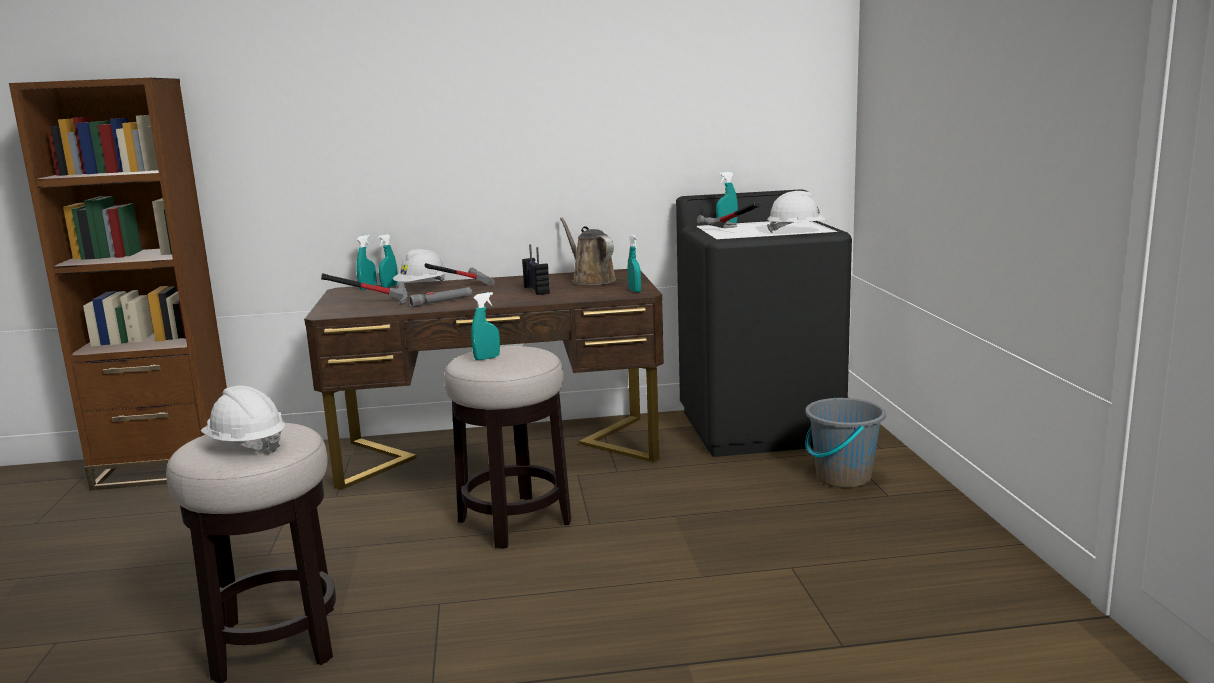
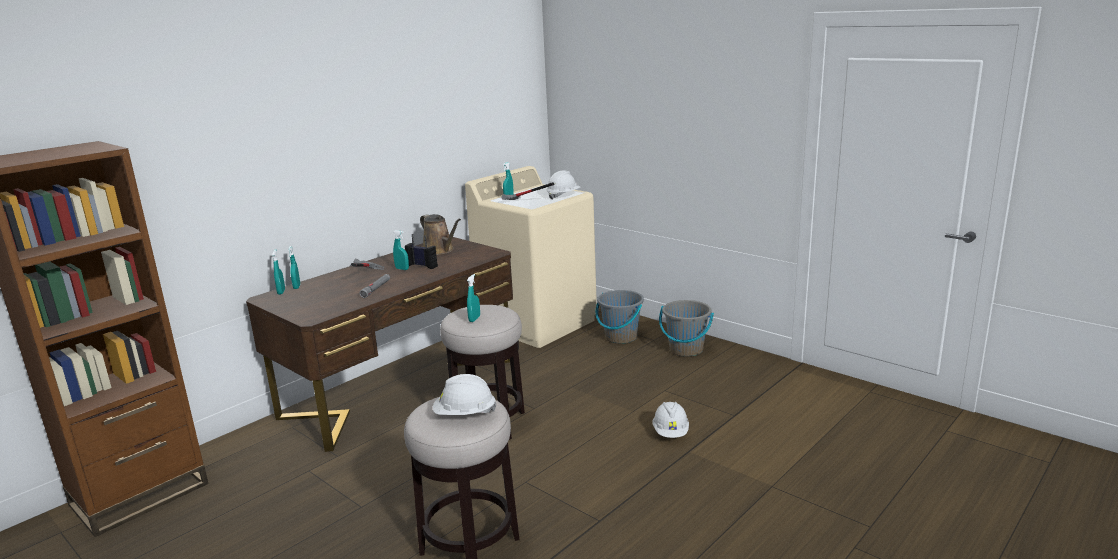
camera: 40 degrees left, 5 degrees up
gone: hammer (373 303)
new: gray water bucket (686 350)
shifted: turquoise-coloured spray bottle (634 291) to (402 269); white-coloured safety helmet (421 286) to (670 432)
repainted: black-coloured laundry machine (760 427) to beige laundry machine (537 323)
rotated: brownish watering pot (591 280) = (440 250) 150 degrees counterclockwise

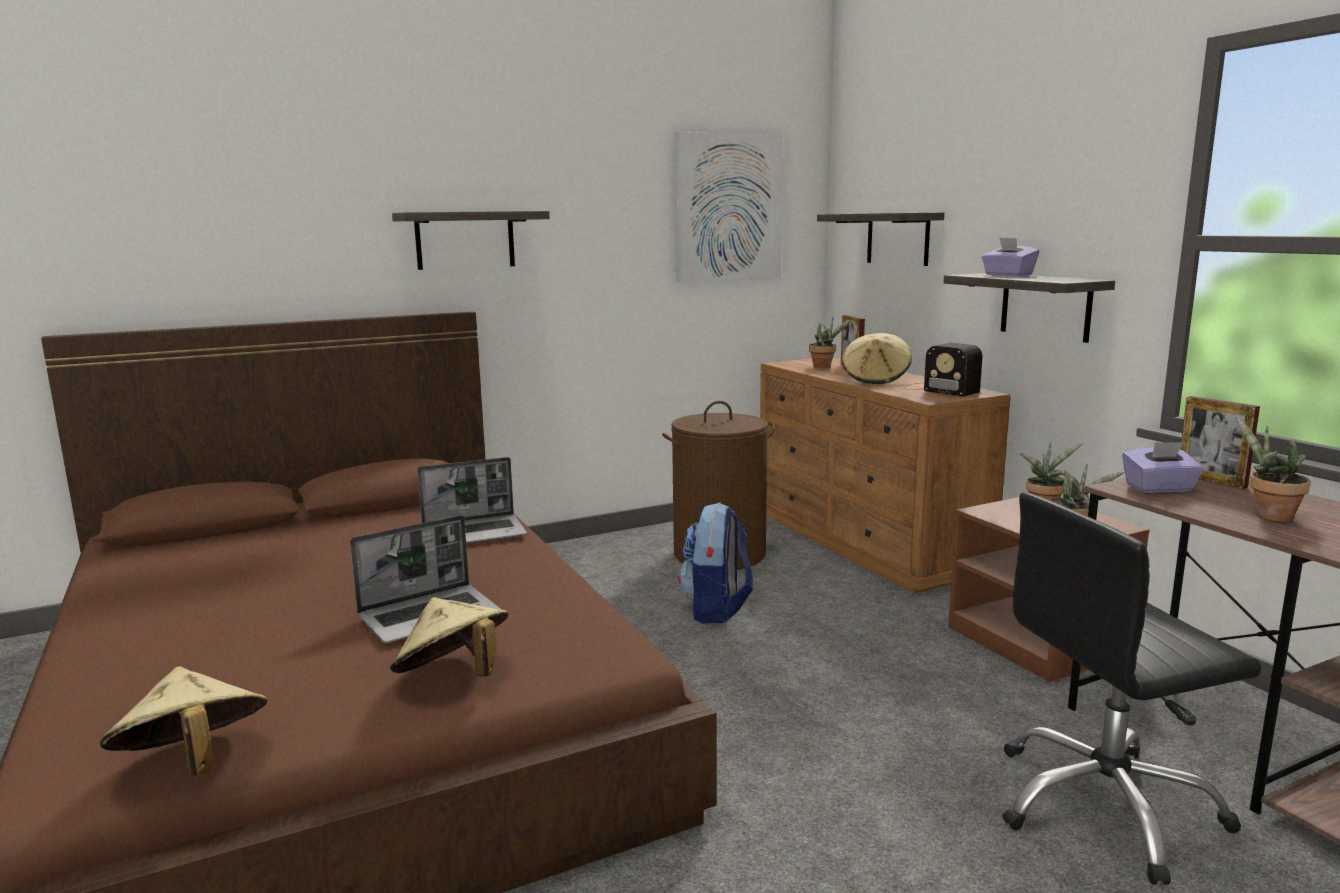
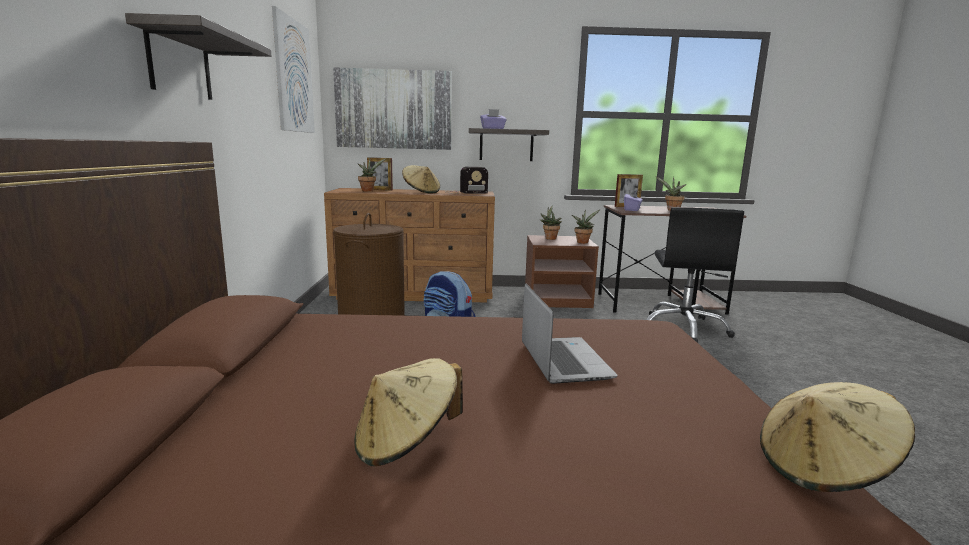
camera: 65 degrees left, 0 degrees up
gone: notebook computer (475 533)
shifted: beige clothing hat (454 677) to (406 442)
swapped: bracket shelf (898 238) to wall art (394 109)

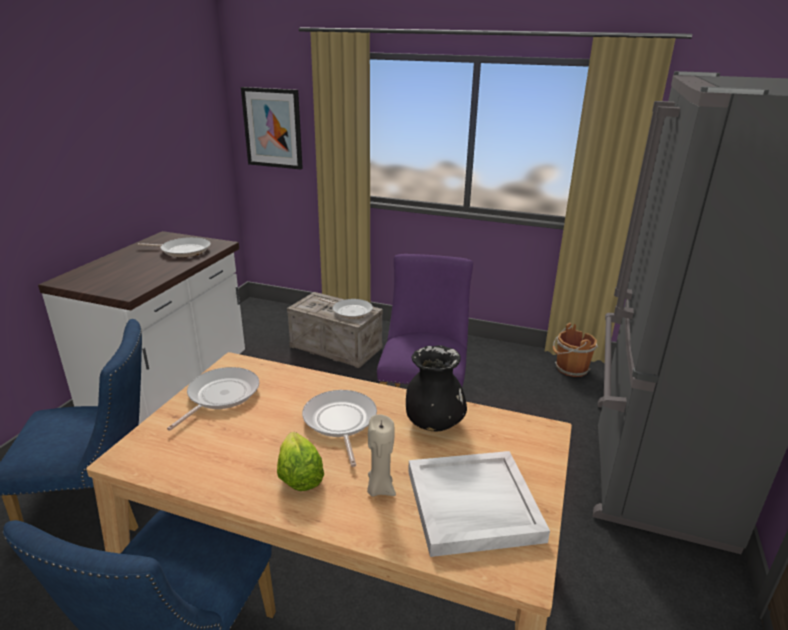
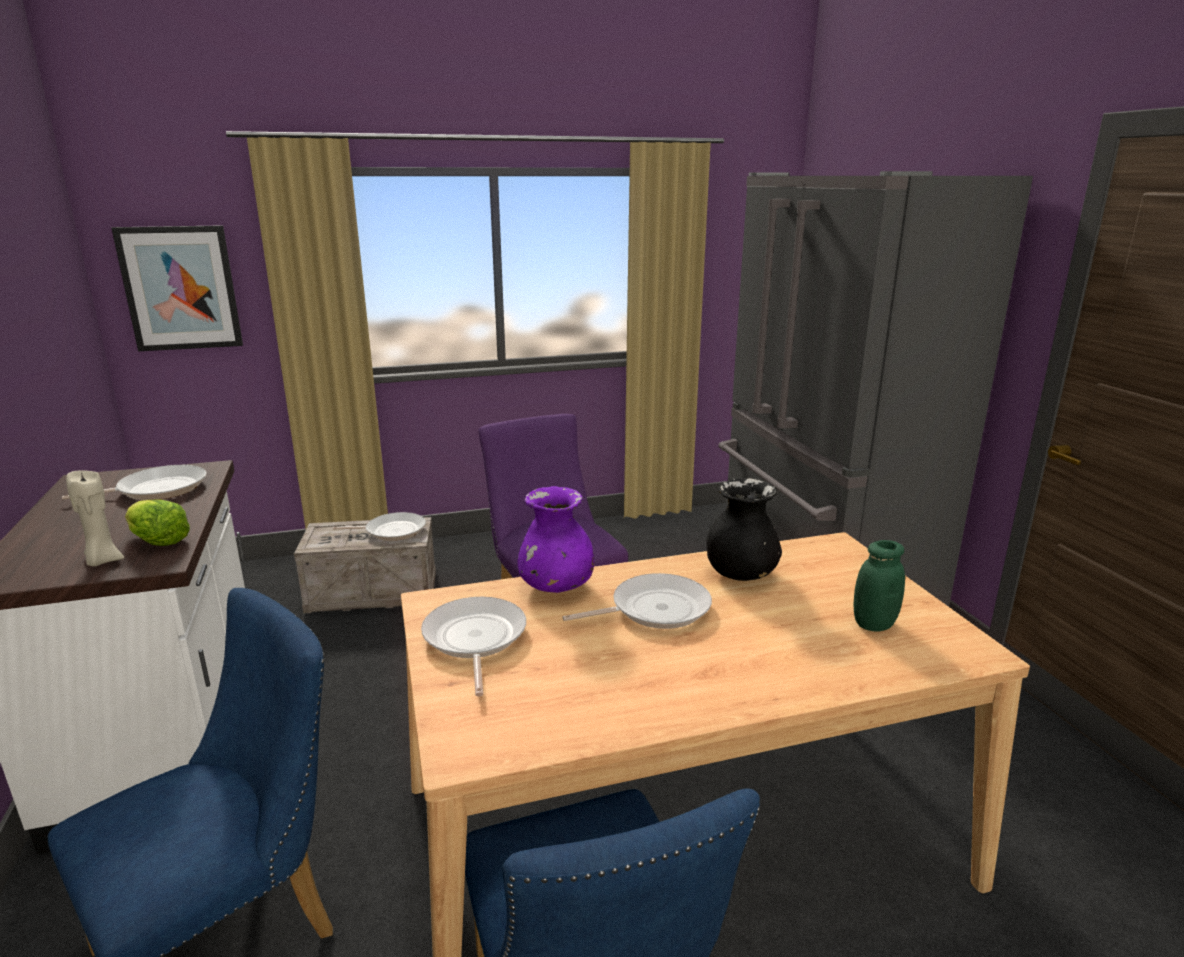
camera: 35 degrees left, 5 degrees down
gone: brownish water bucket (570 369)
new: purple decorative vase (556 587)
shifted: beige wax light (379 488) to (103 560); head of lettuce (299 475) to (157 540)
swapped: white-coloured carrying tray (472 505) to green-coloured jar (873 624)
rotated: skillet (340 422) = (654 609) 120 degrees clockwise

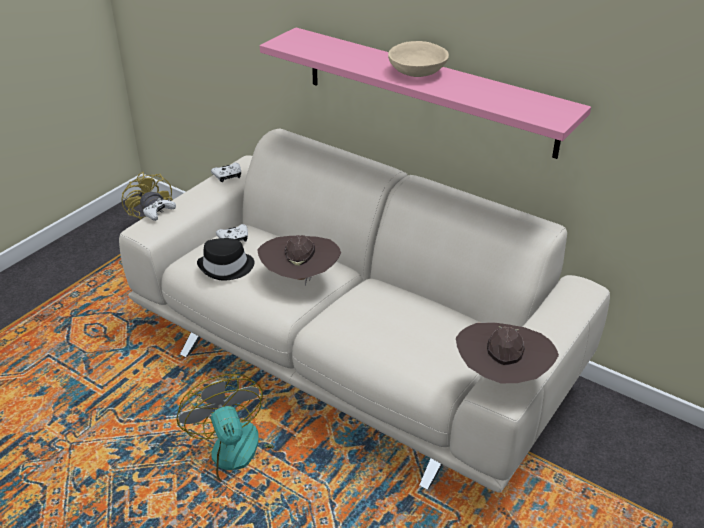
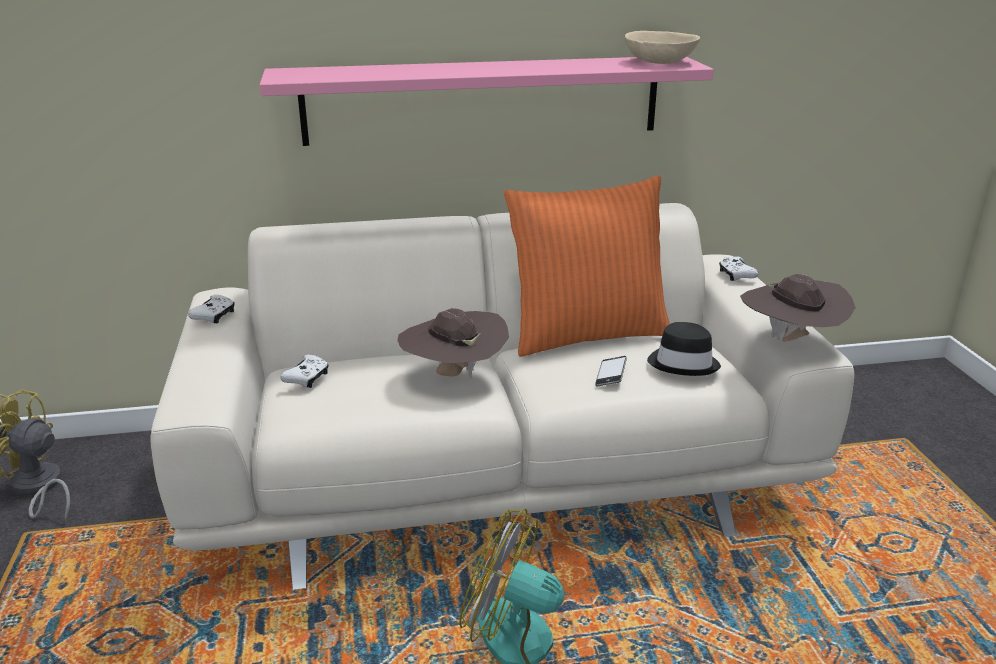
camera: 45 degrees left, 10 degrees down
new: orangey cushion (587 334); phone (610 375)
shifted: beige serving bowl (418 72) to (660 61); black-coloured clothing hat (226 267) to (683 363); white-coloured gamepad (159 214) to (736 275)

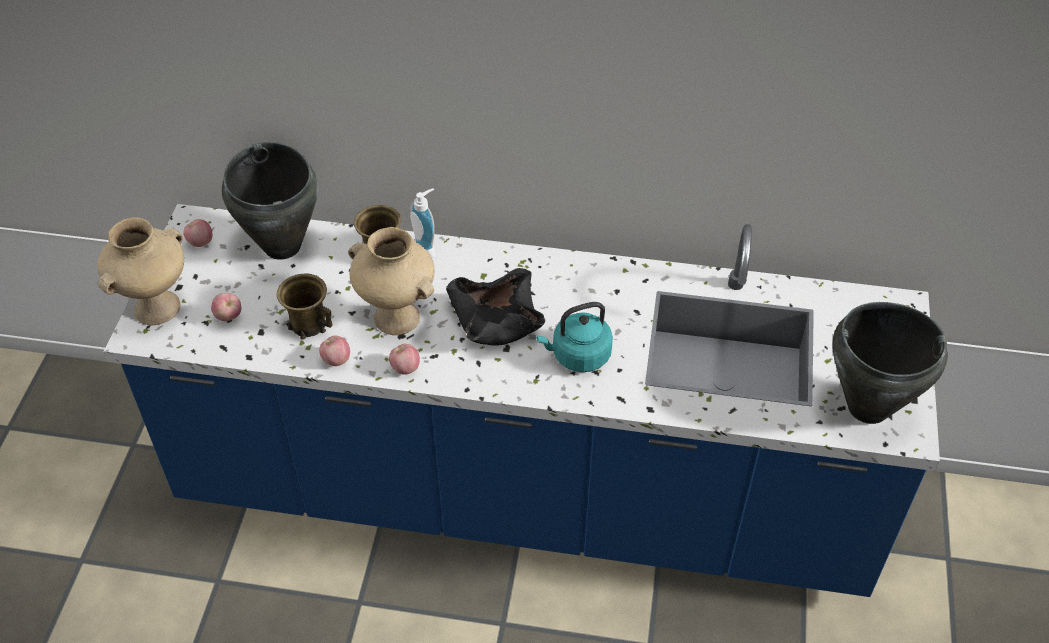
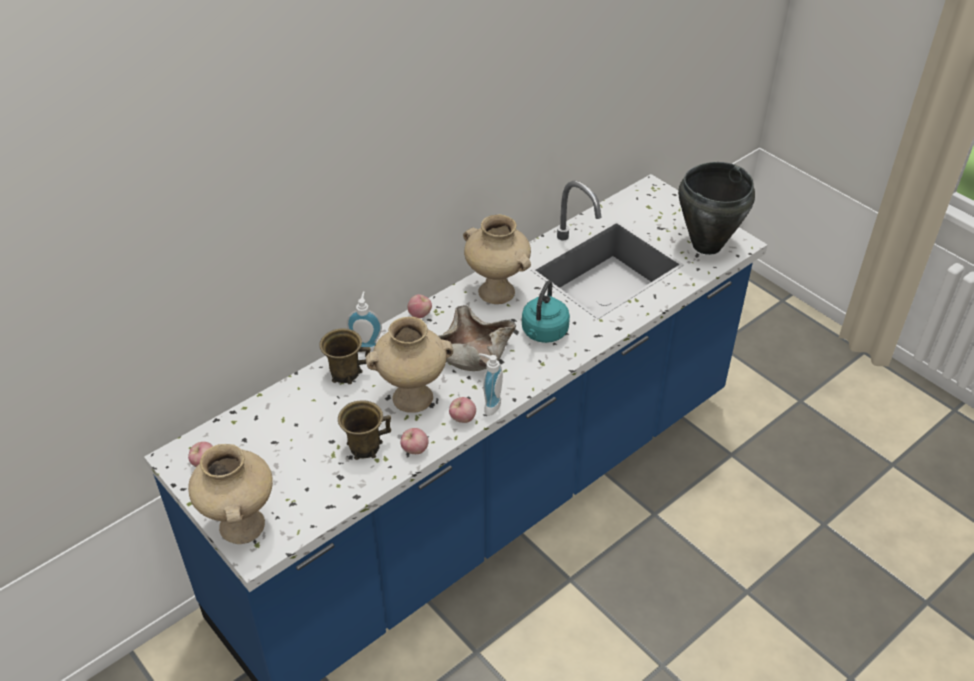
camera: 50 degrees left, 5 degrees down
gone: black-coloured saucepot (283 246)
new: beige decorative vase (498 292); soap bottle (489 405)
shifted: whole apple (229 317) to (420 314)
repainted: black-coloured serving bowl (495 320) to beige serving bowl (471 352)

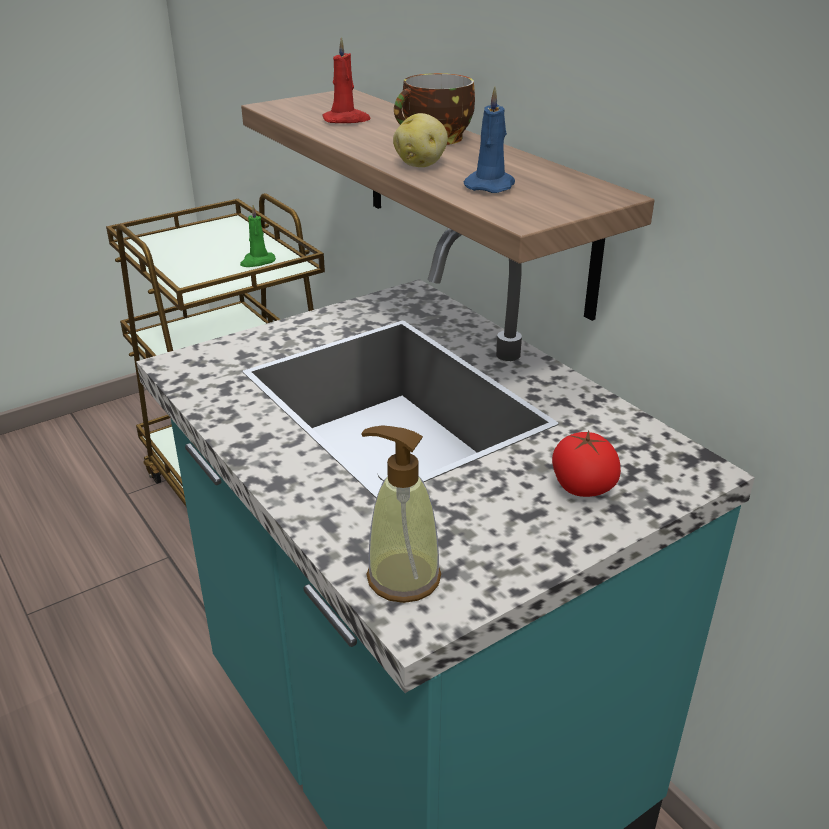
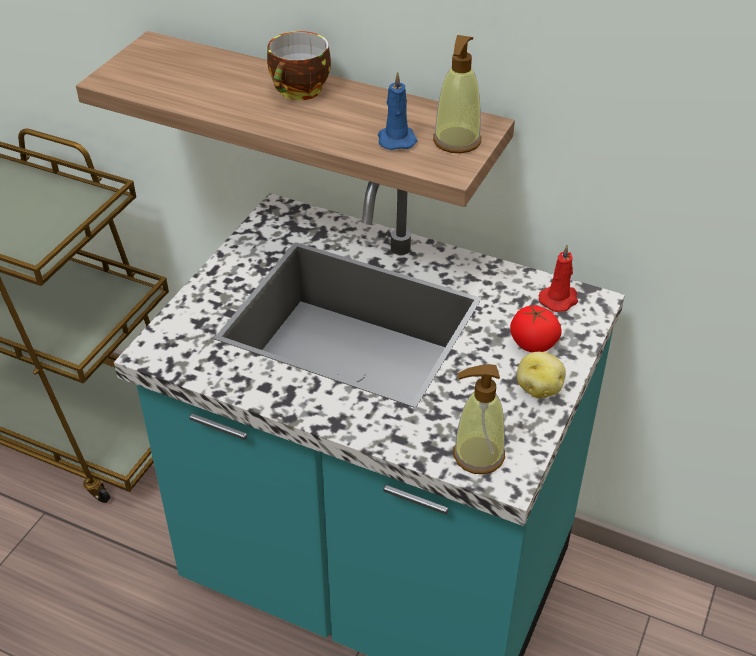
camera: 30 degrees left, 10 degrees up
gone: green-coloured wax light (257 262)
new: soap bottle (456 141)
shifted: potato (421 164) to (539 388); red-coloured wax light (346 120) to (559 299)

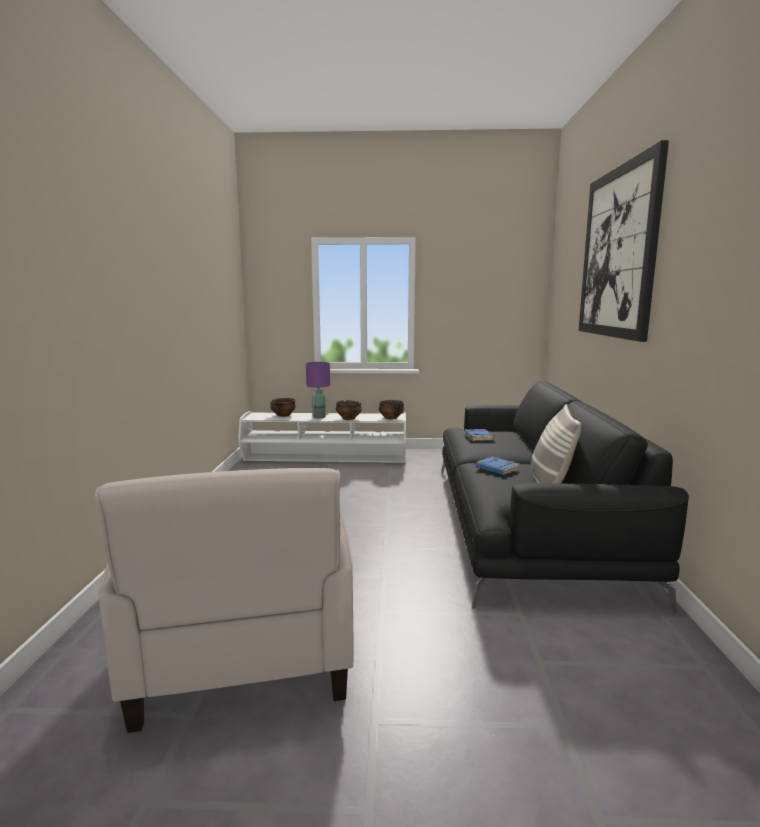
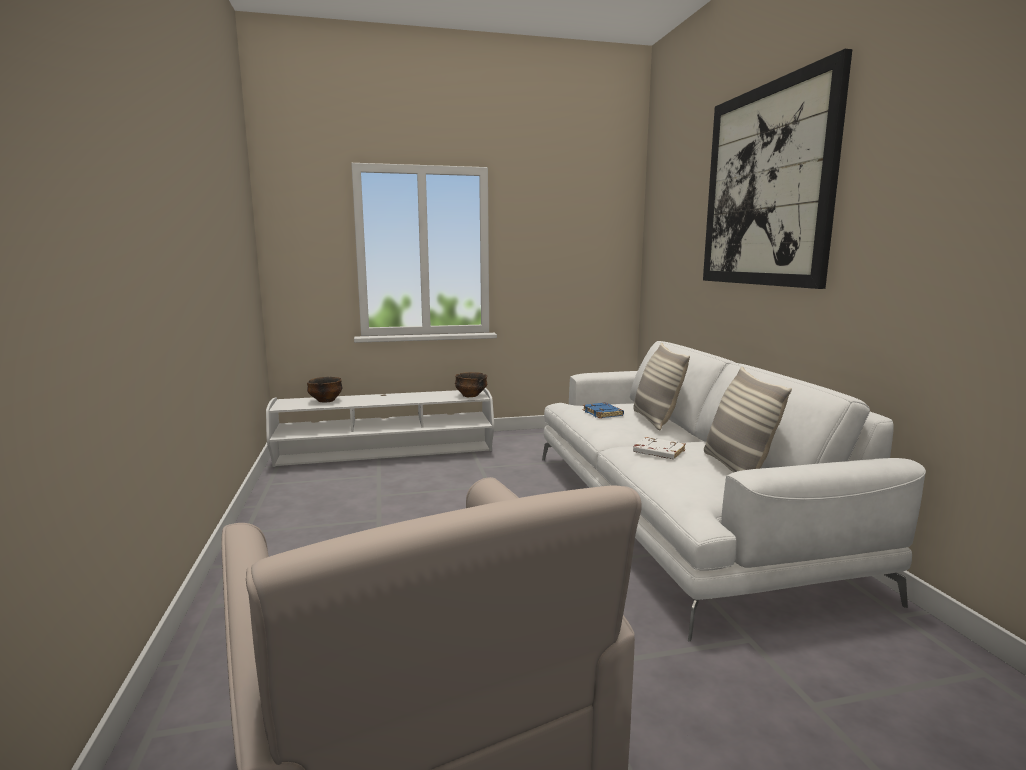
camera: 15 degrees left, 0 degrees up
gone: purple tabletop lamp (319 417); serving bowl (349 418)
new: cushion (655 420)
repainted: black-coloured couch (526 523) to white-coloured couch (678 514); bluish volume (496 469) to white-coloured volume (658 452)

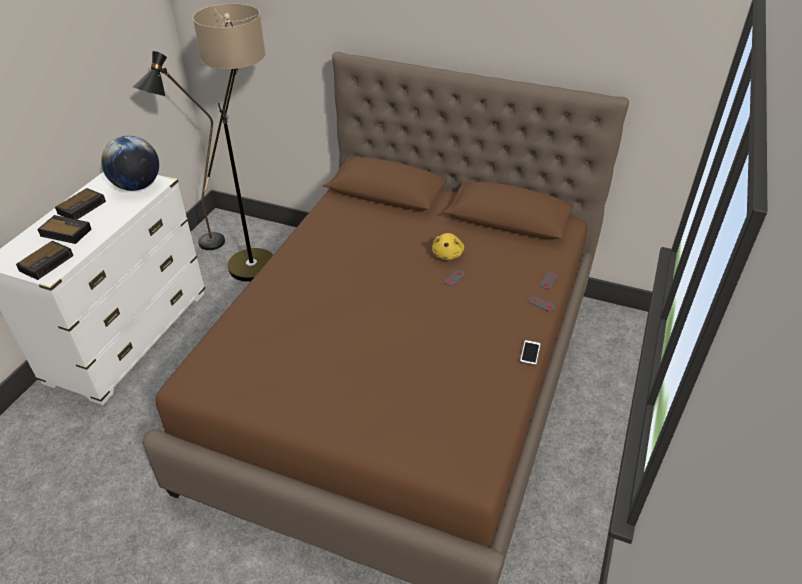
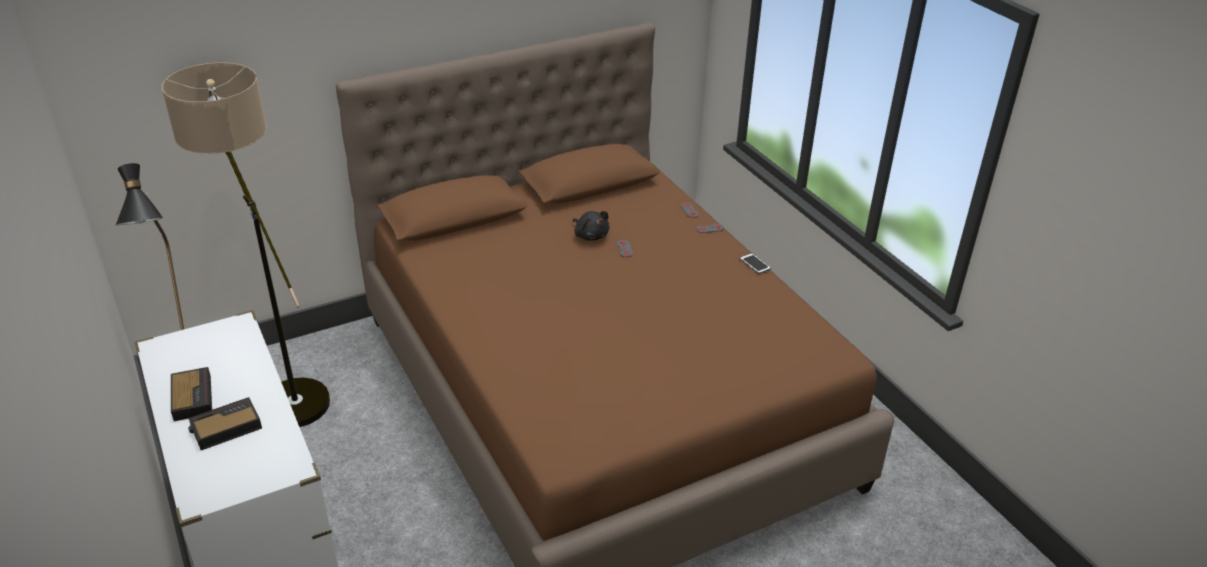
camera: 50 degrees left, 5 degrees down
gone: alarm clock (47 262); globe (137 186)
repainted: yellowish soft toy (447 254) to black-coloured soft toy (590 235)

